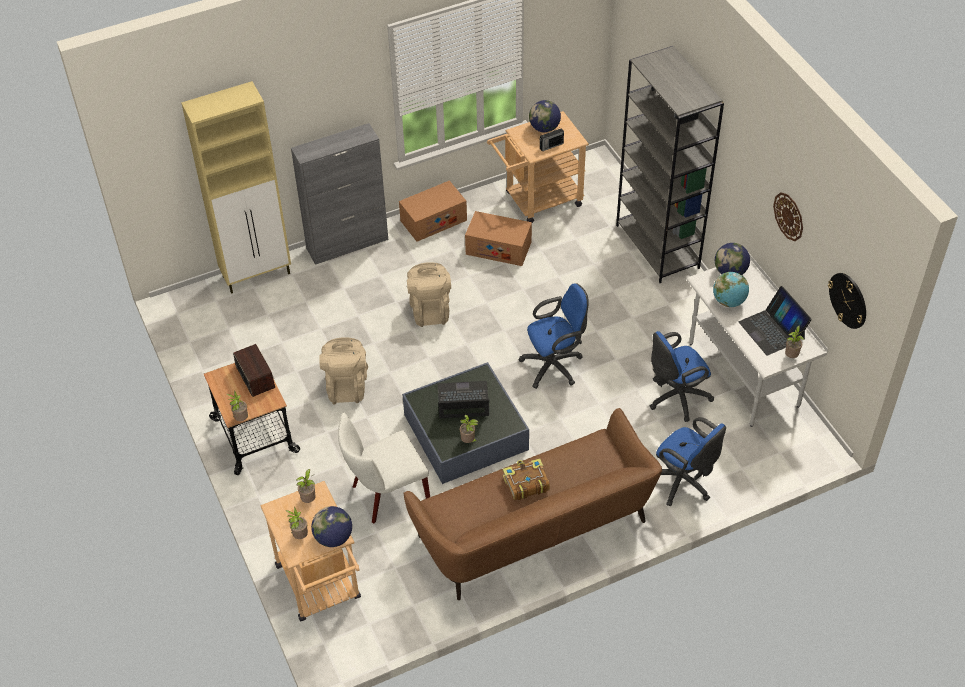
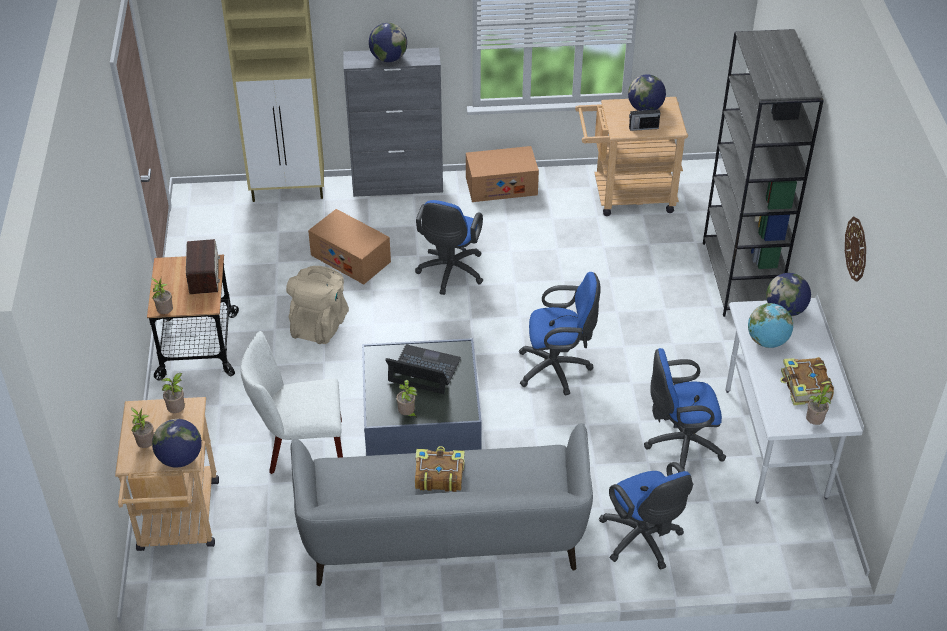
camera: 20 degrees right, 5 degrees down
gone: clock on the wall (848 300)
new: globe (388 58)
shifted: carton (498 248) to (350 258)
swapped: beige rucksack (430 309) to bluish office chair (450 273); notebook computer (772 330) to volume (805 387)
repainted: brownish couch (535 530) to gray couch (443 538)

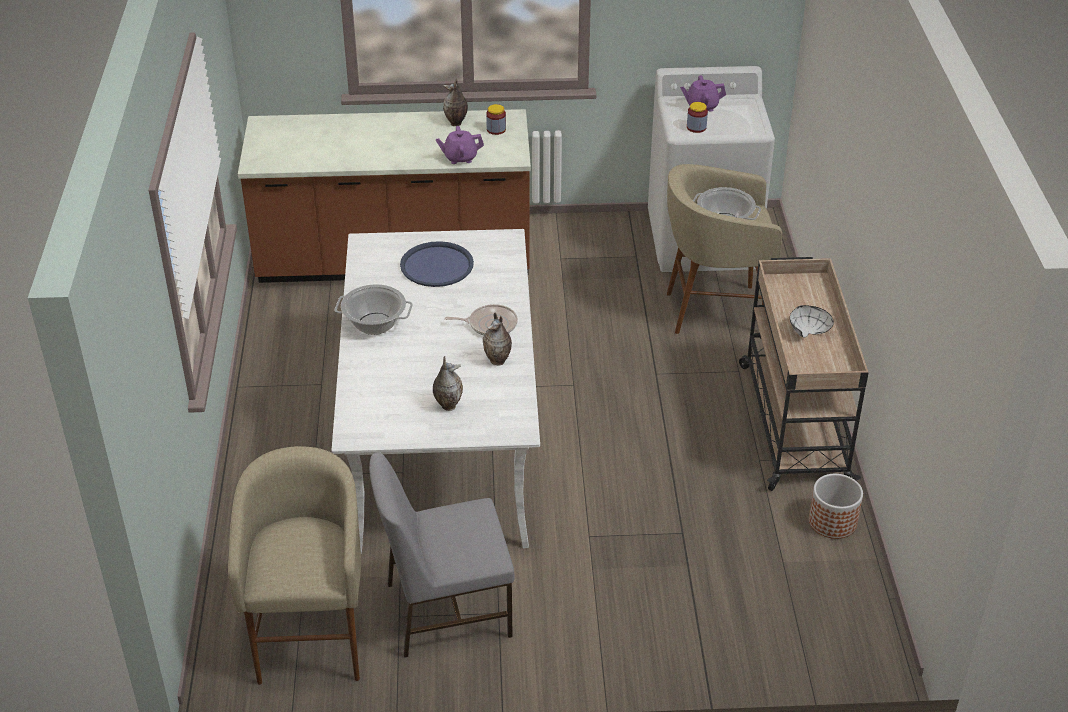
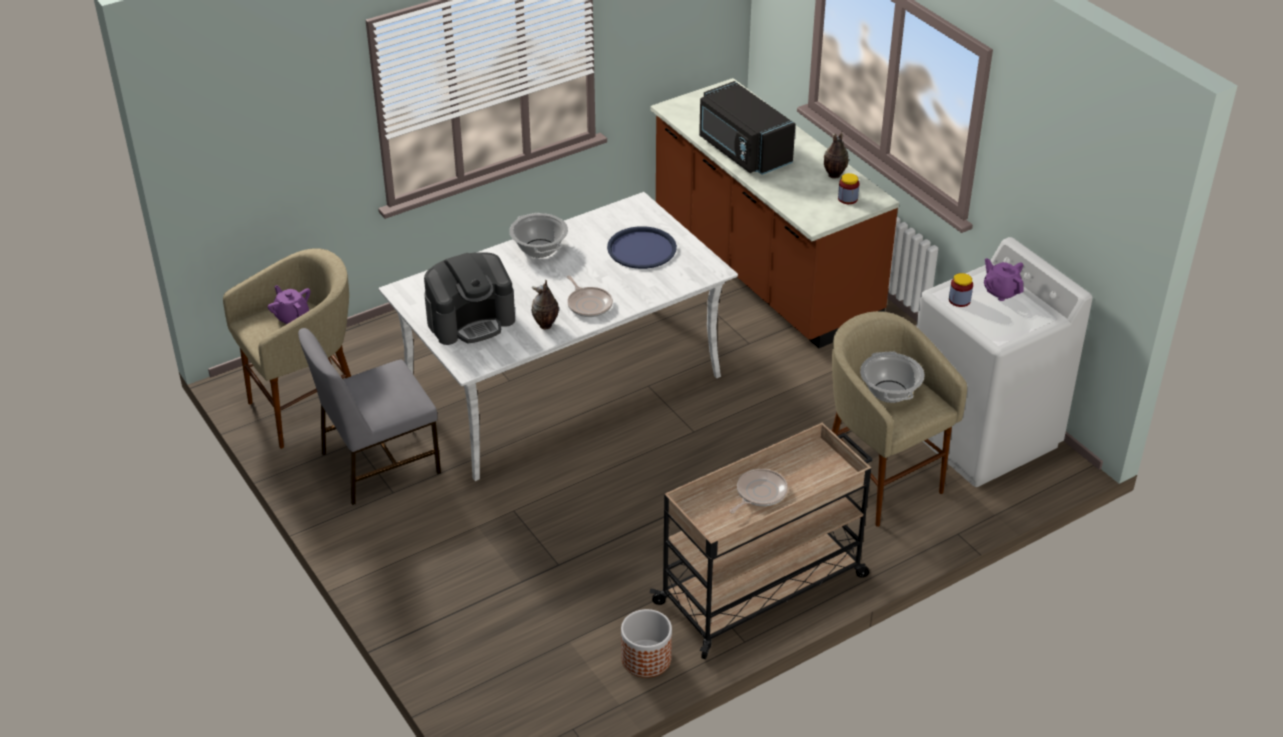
camera: 60 degrees right, 0 degrees up
new: black-coloured microwave oven (742 151)
shifted: purple pot for tea (460 158) to (292 317)
swapped: decorative vase (448 405) to coffee machine (471 320); white-coloured serving bowl (806 331) to skillet (759 493)
rotated: gray plain chair (445 609) = (378 463) 75 degrees counterclockwise

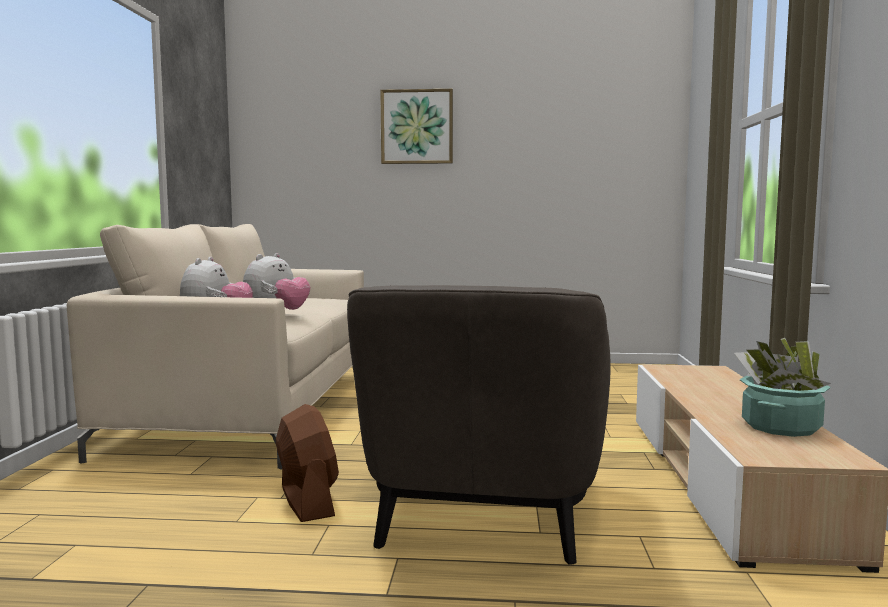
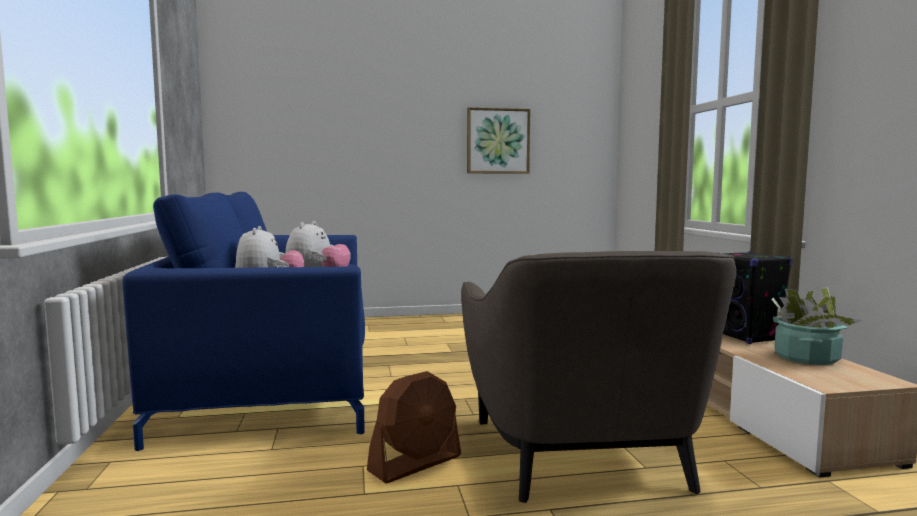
camera: 15 degrees left, 0 degrees up
new: black-coloured audio speaker (748 338)
shifted: wall art (417 127) to (498 141)
repainted: beige couch (253 410) to bluish couch (278 376)
rotated: brownish electric fan (307 501) = (416 463) 90 degrees clockwise

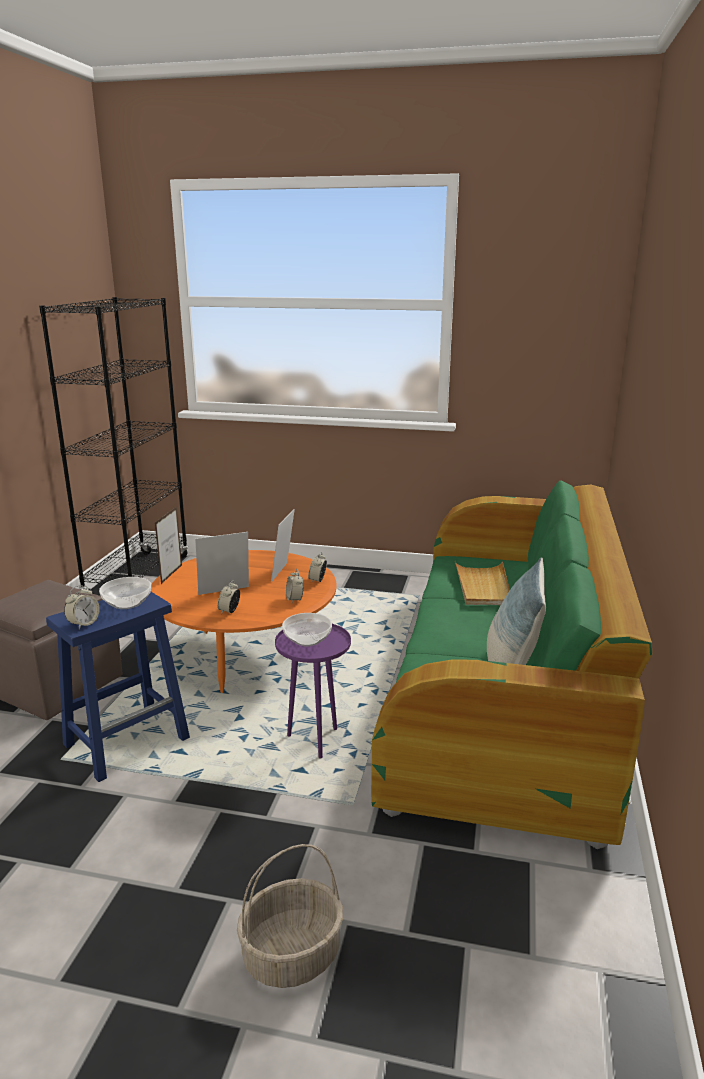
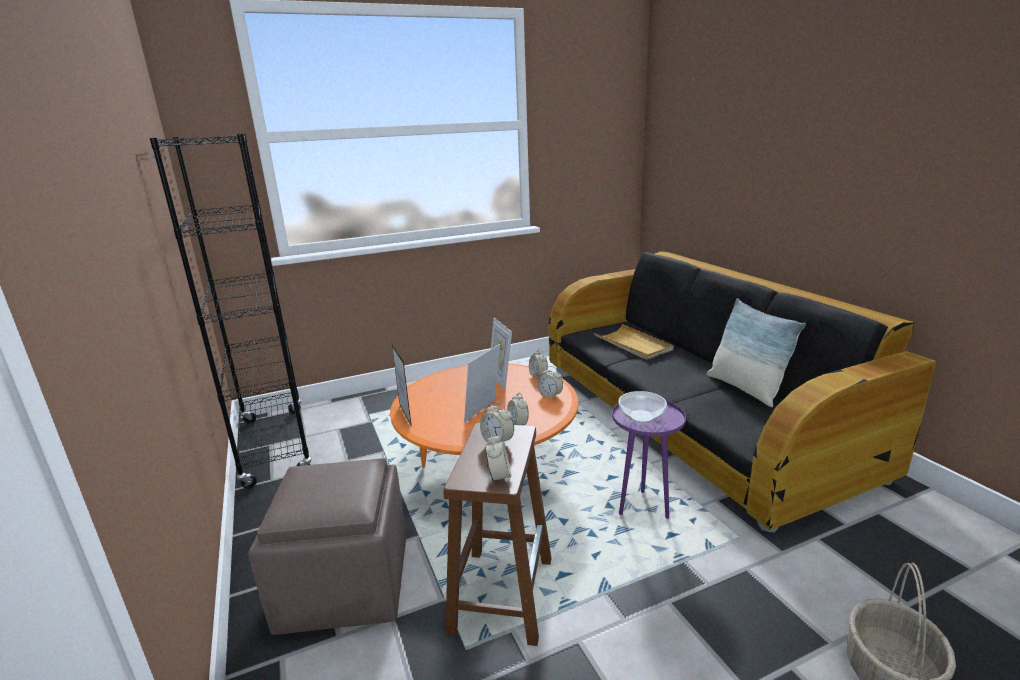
camera: 35 degrees left, 0 degrees up
swapped: serving bowl (127 603) to alarm clock (497 441)
repainted: bluish stool seat (128 740) to brownish stool seat (502 592); green-coloured couch (503 689) to black-coloured couch (692 415)

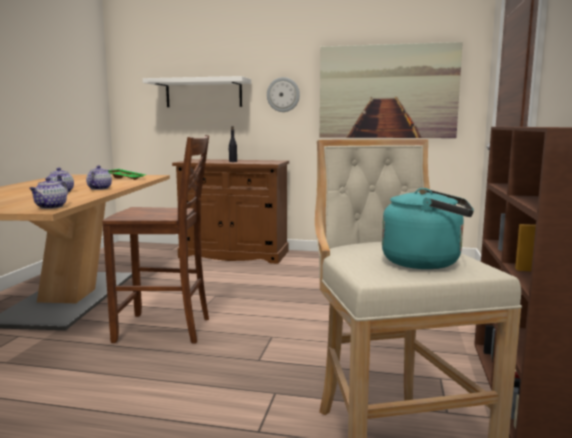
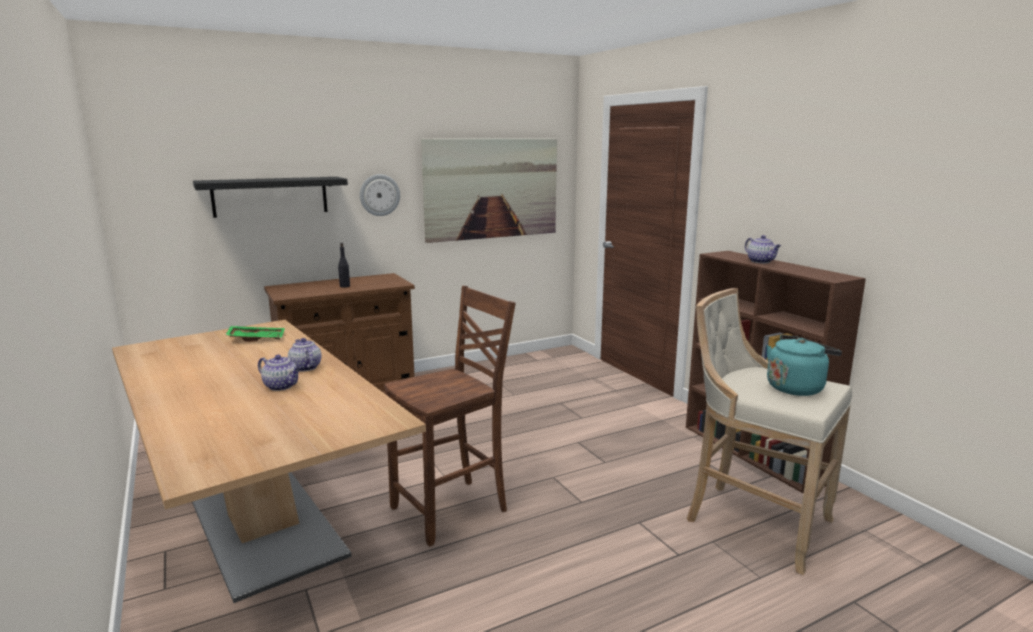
camera: 40 degrees left, 5 degrees up
shifted: pot for tea (51 207) to (761 261)
repainted: white-coloured bracket shelf (203 93) to black-coloured bracket shelf (270 196)

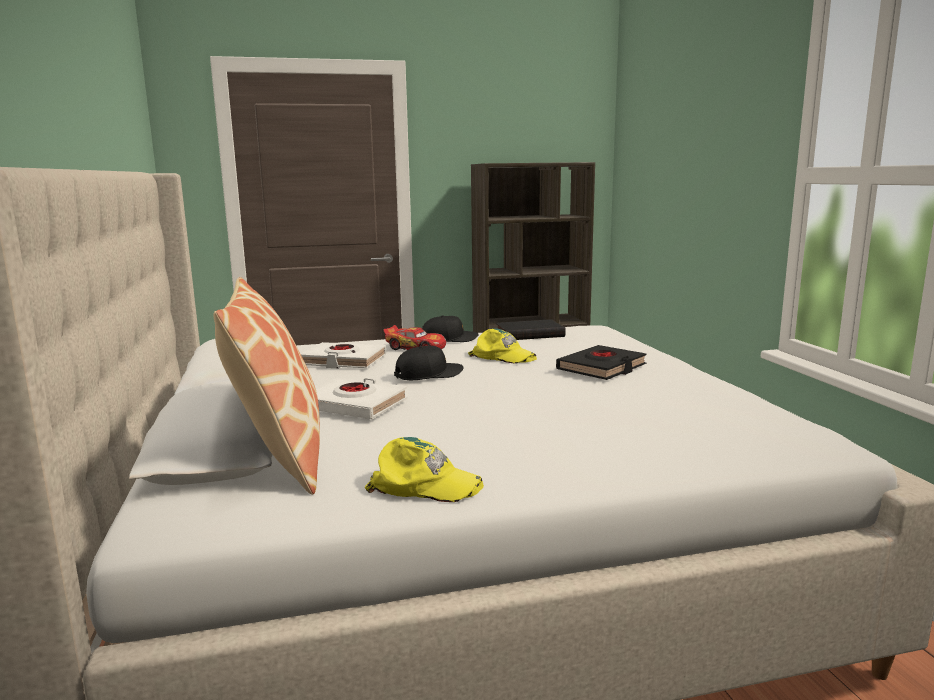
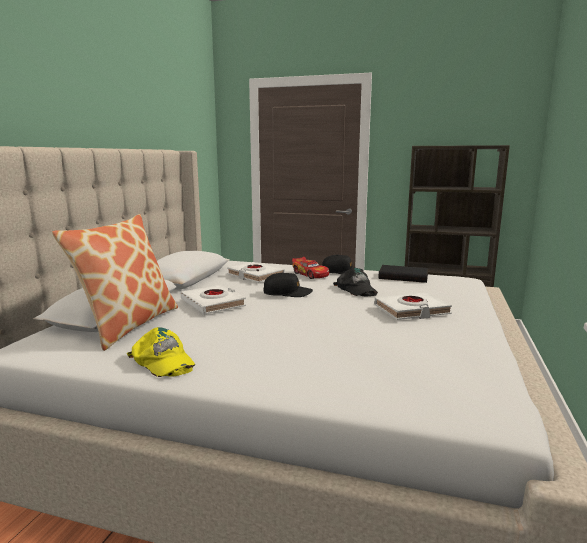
camera: 30 degrees right, 0 degrees up
repainted: yellowish baseball cap (503 356) to black-coloured baseball cap (356 289); black-coloured volume (602 368) to white-coloured volume (411 310)

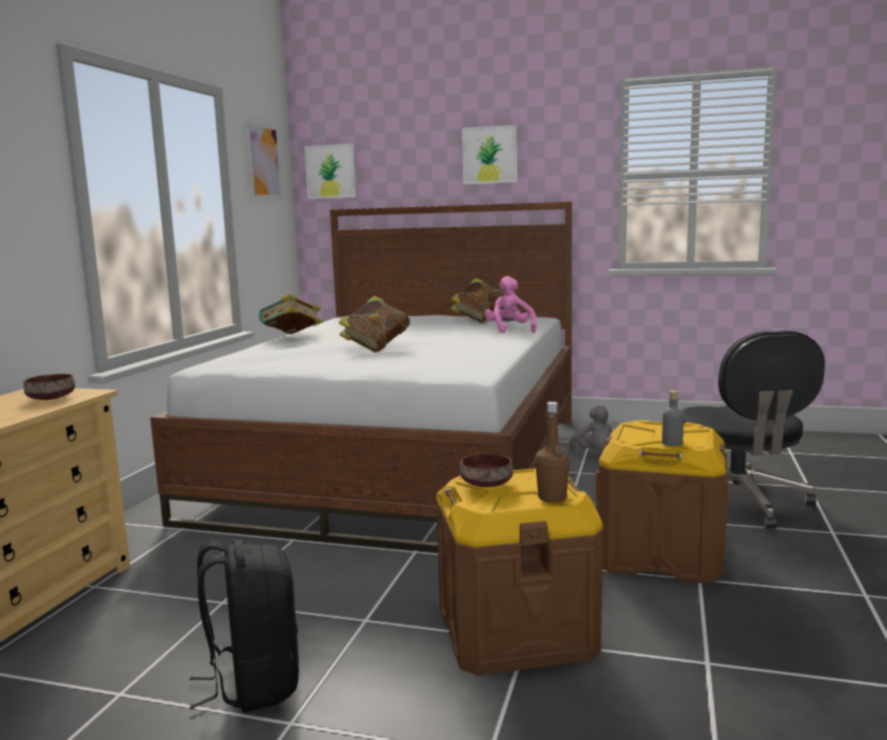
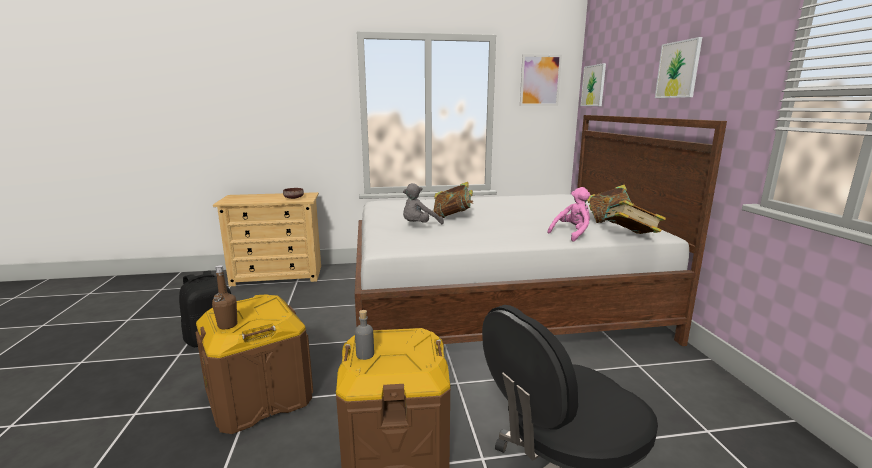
camera: 65 degrees right, 5 degrees up
gone: brownish serving bowl (487 484)
shifted: gray soft toy (596 454) to (419 226); volume (292 337) to (629 237)

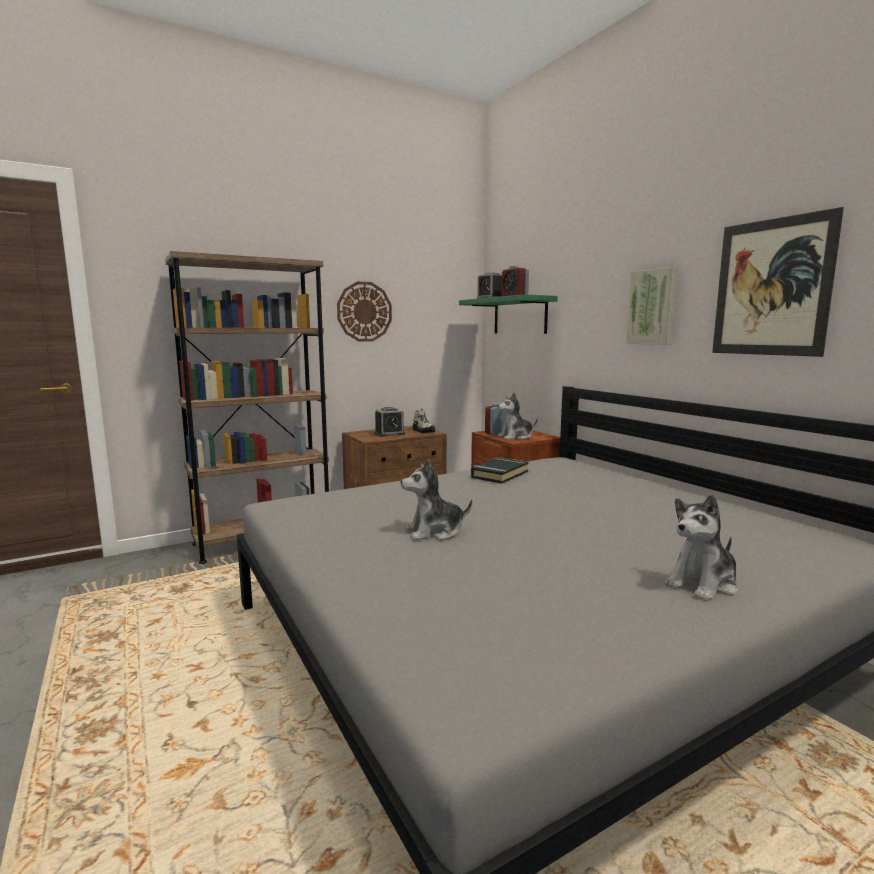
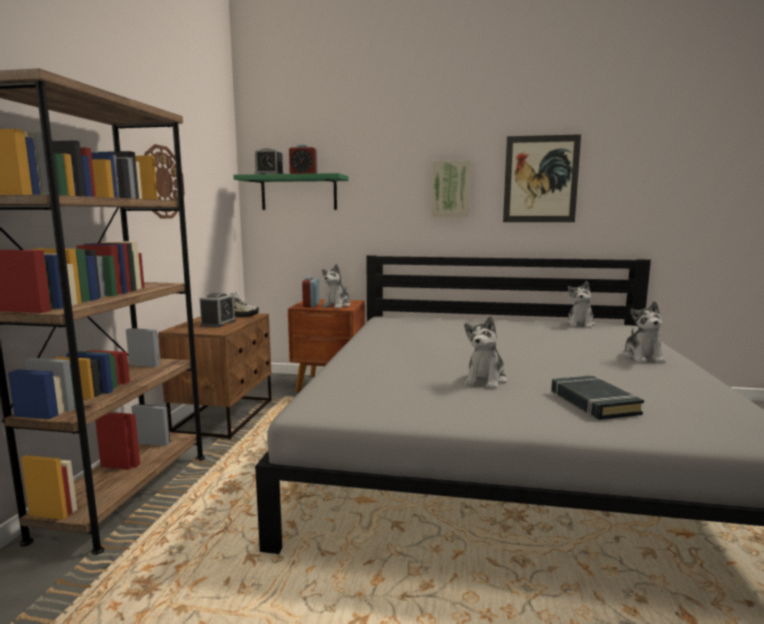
camera: 50 degrees left, 0 degrees up
new: soft toy (580 324)
shifted: black-coloured volume (499 474) to (593 403)

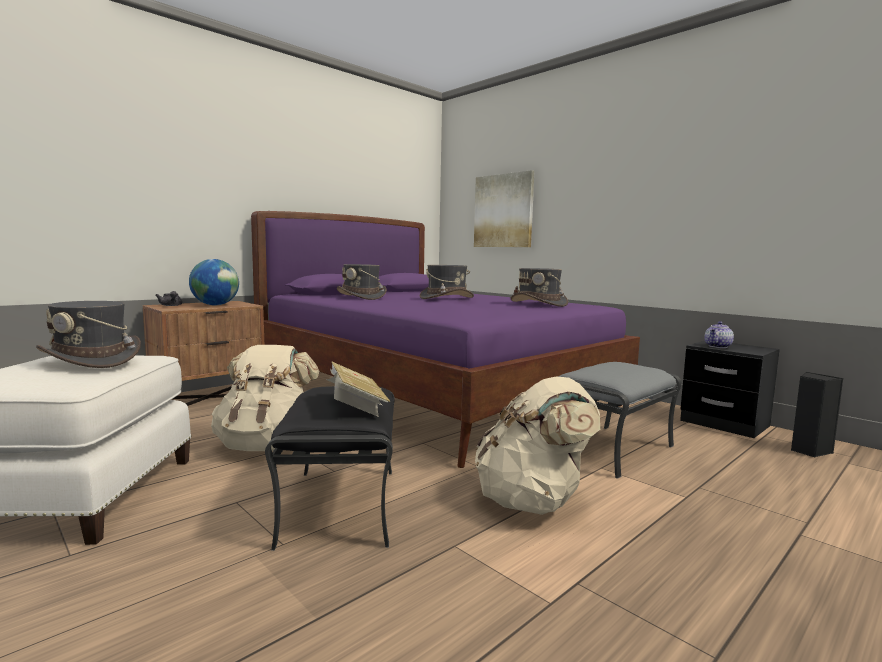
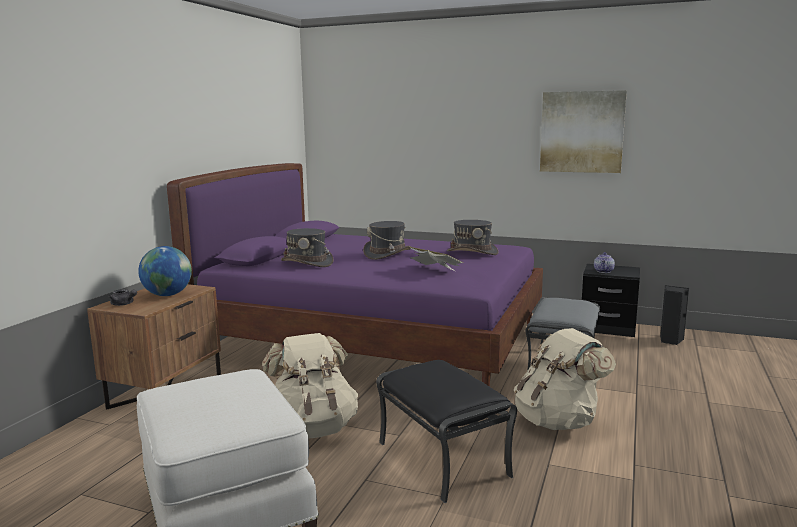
camera: 25 degrees left, 5 degrees up
gone: gray clothing hat (92 360)
shifted: volume (355 406) to (434 270); wall art (503 211) to (582 132)

